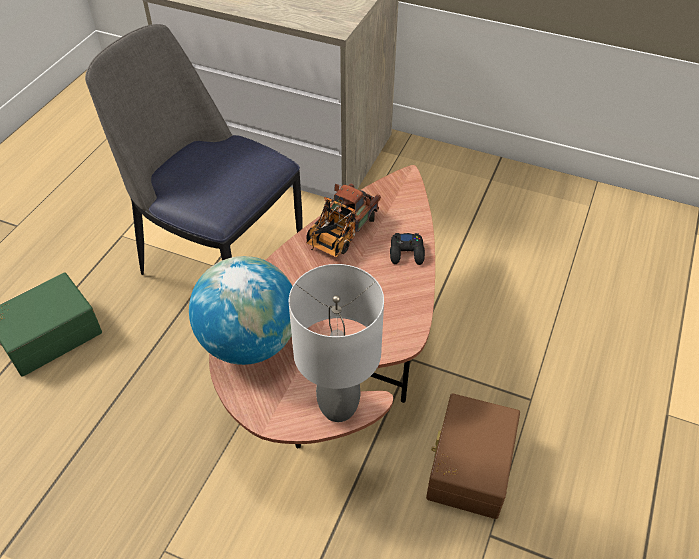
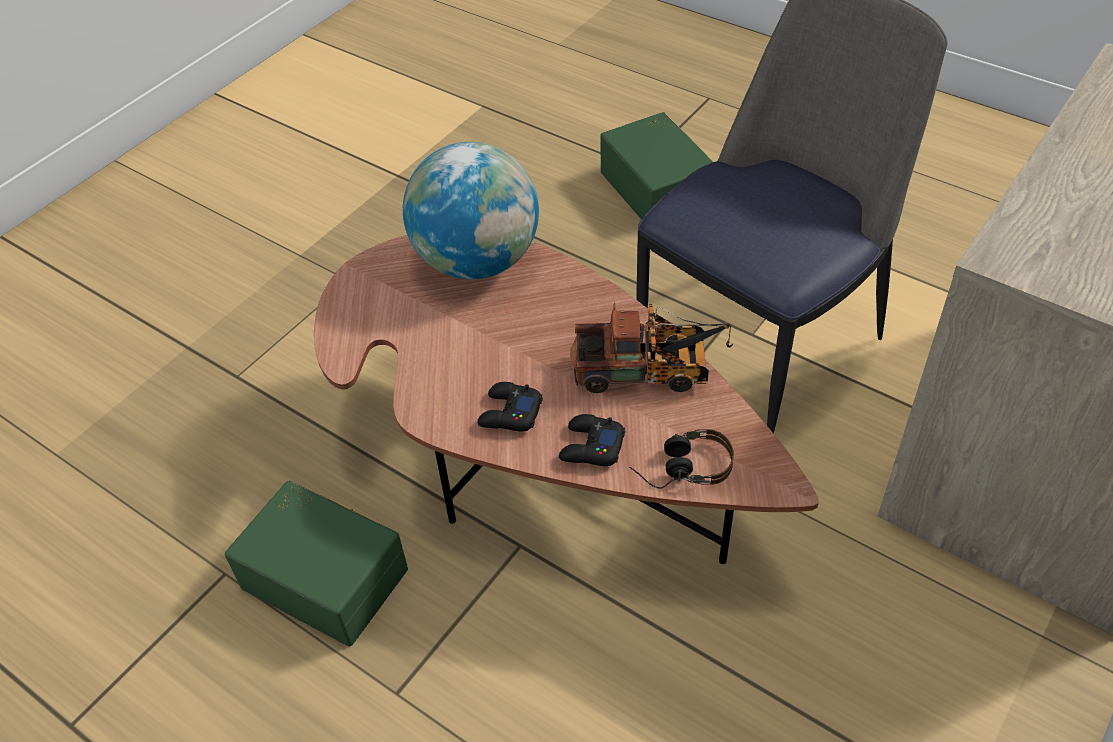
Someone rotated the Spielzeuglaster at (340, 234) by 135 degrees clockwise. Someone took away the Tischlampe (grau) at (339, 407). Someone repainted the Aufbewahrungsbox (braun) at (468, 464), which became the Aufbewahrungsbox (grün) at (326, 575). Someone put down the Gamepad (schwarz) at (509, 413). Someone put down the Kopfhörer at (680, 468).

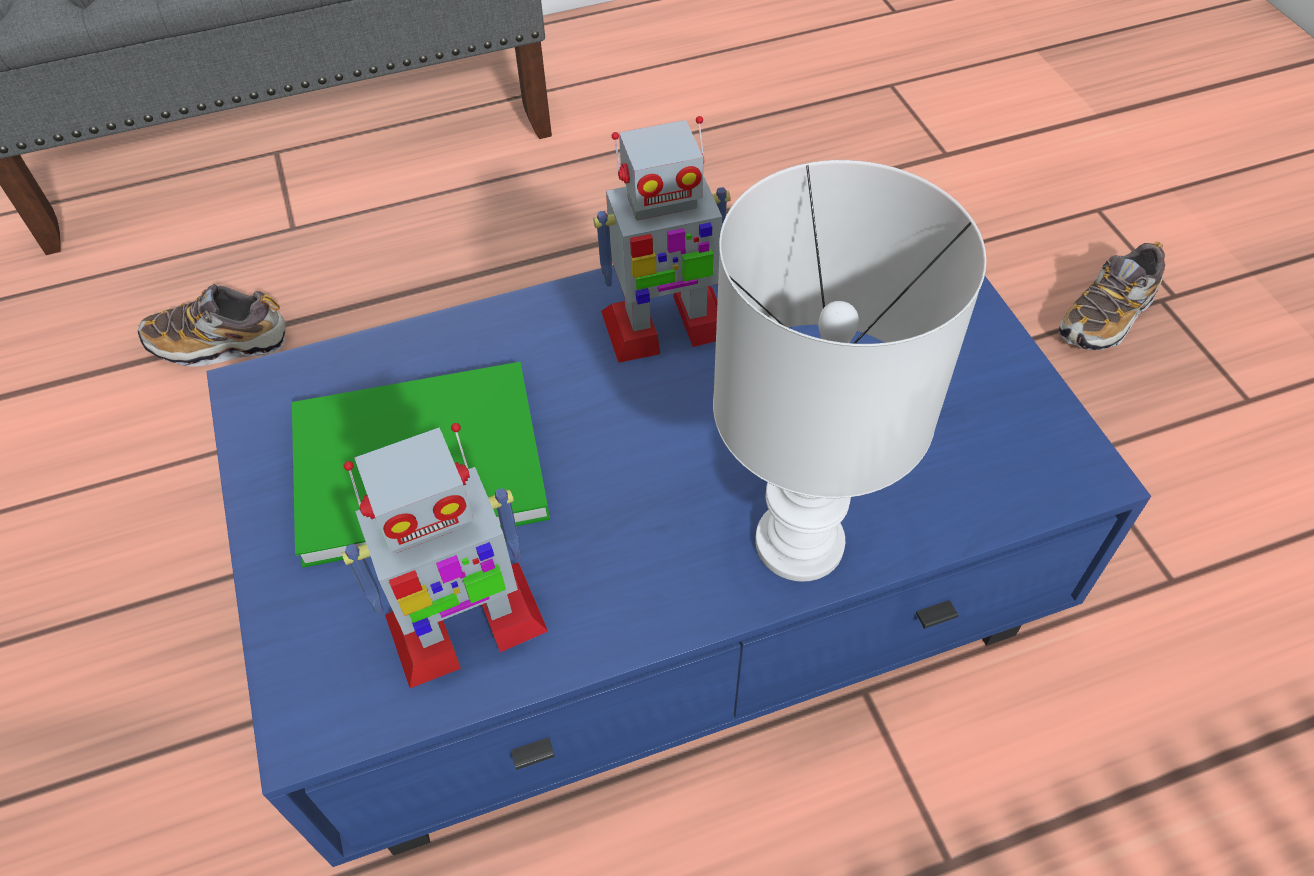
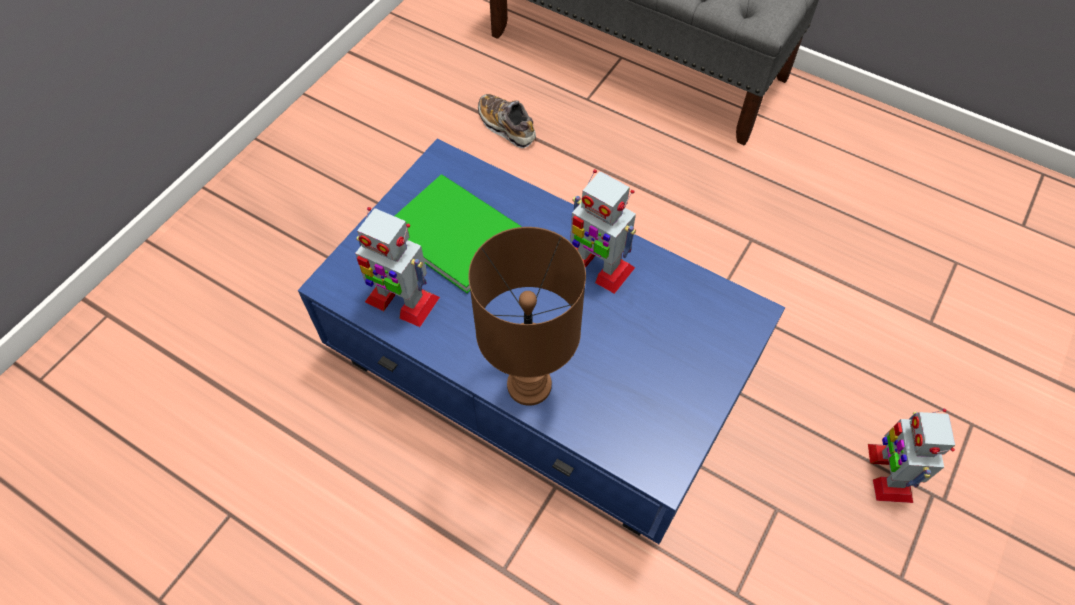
Someone repainted the Tischlampe (weiß) at (795, 542), which became the Tischlampe (braun) at (528, 383). Someone swapped the Schuh at (1106, 316) for the Spielzeugroboter at (889, 472).

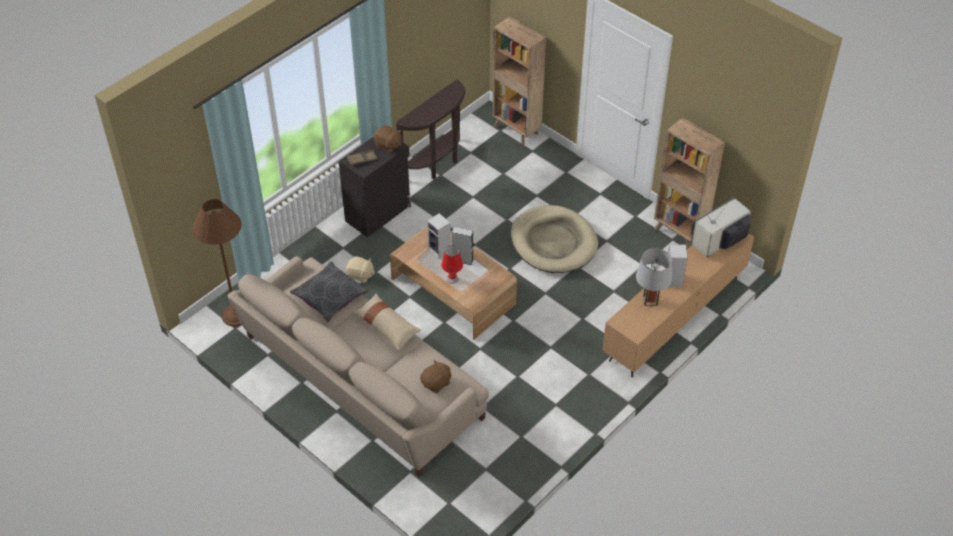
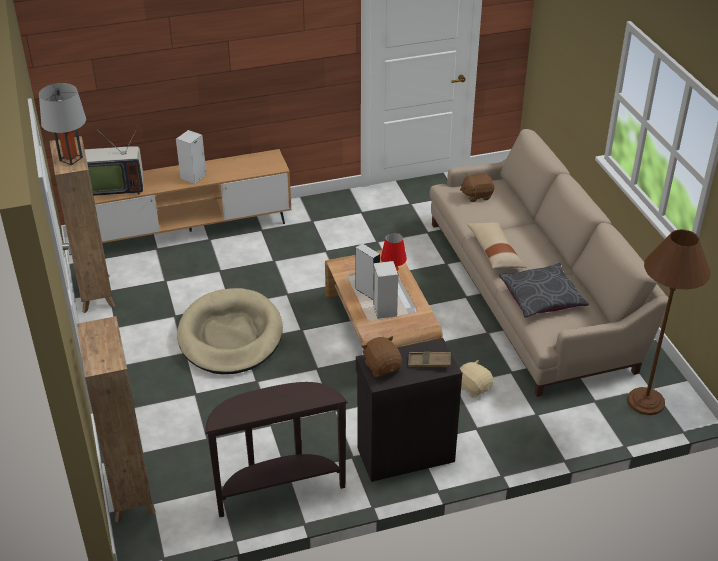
Someone carried the Tischlampe (grau) from (650, 300) to (71, 159).

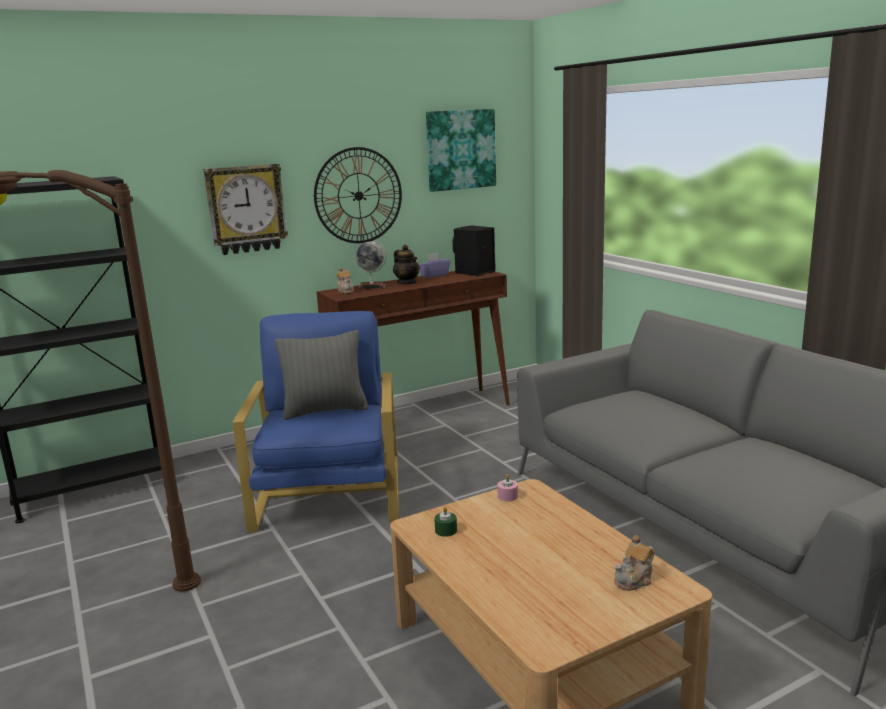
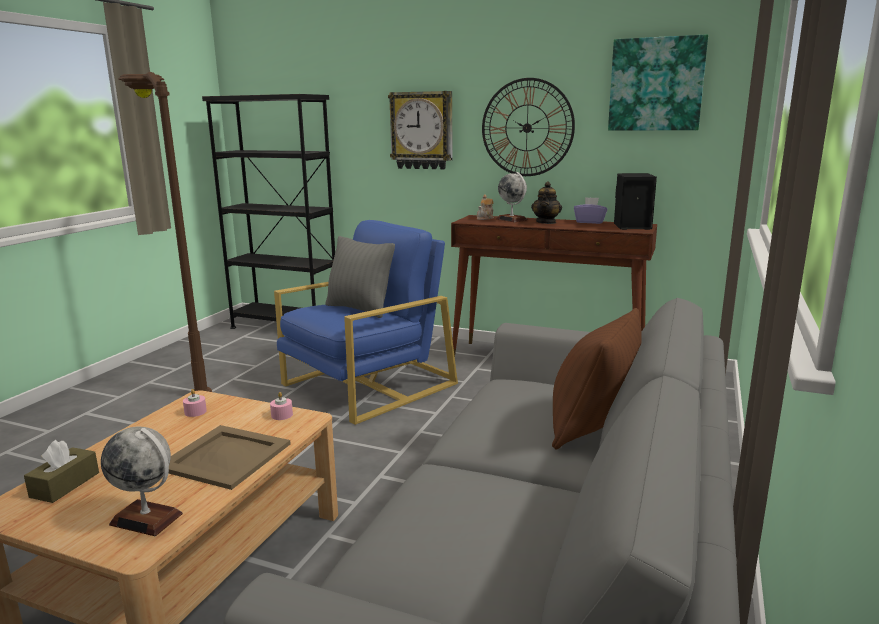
Someone repainted the Kerze (grün) at (446, 530), which became the Kerze (rosa) at (195, 412). Someone swapped the Teekanne at (634, 580) for the Globus at (147, 519). Someone put down the Kissen (braun) at (591, 427). Someone put down the Tablett (beige) at (225, 456). Someone put down the Taschentuchbox (braun) at (65, 485).

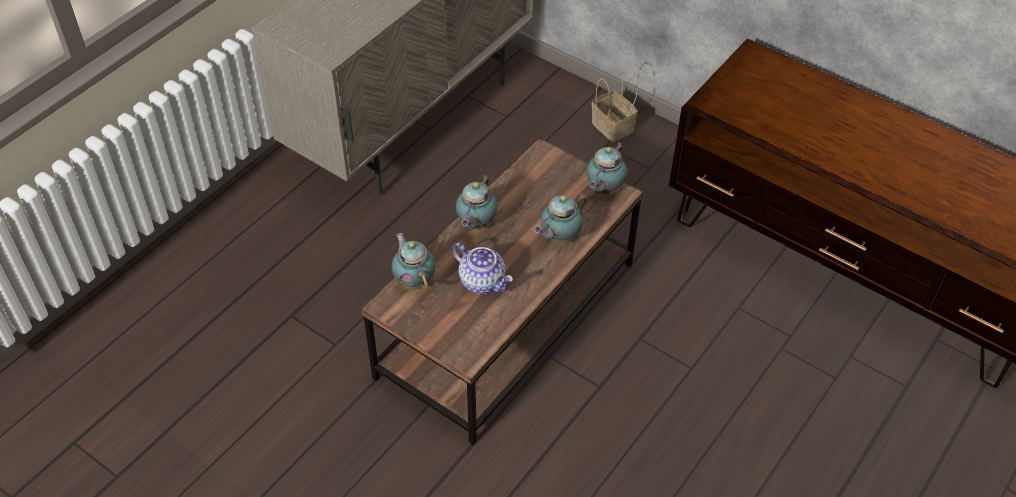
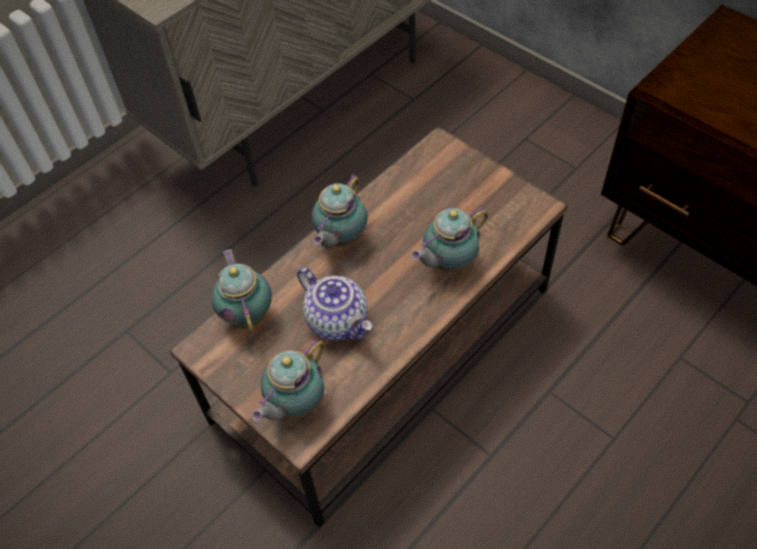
Someone took away the Korb at (614, 127). Someone carried the Teekanne from (603, 190) to (295, 404).

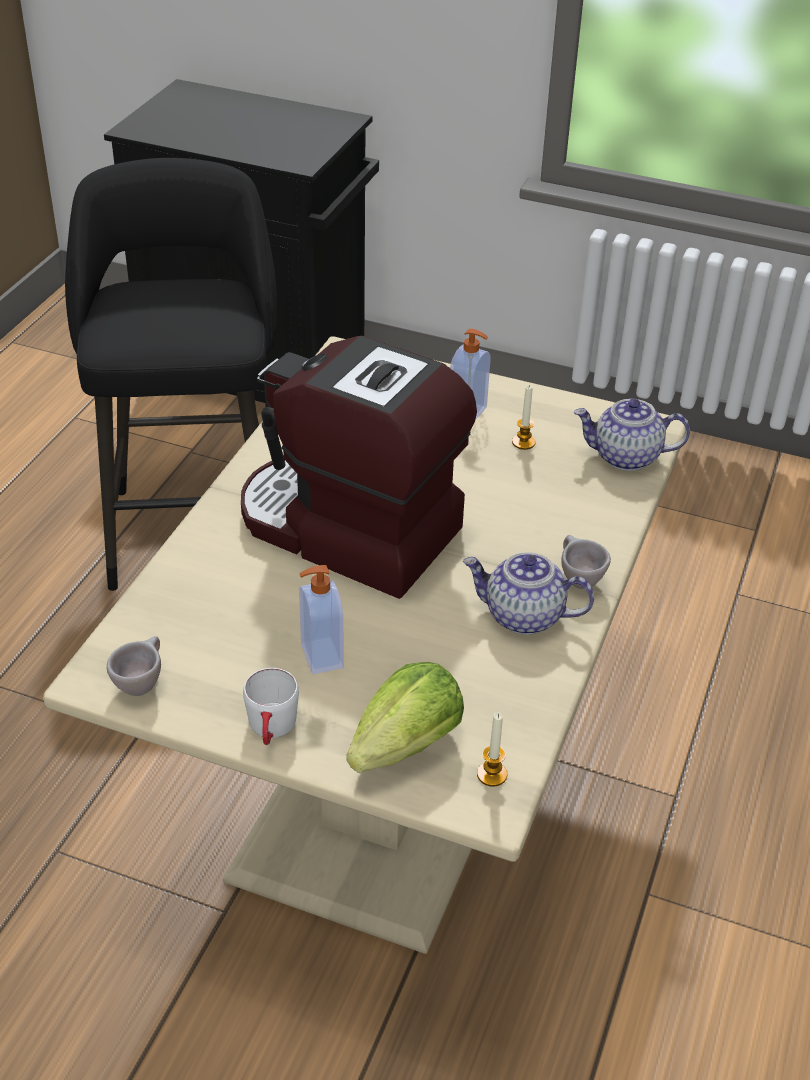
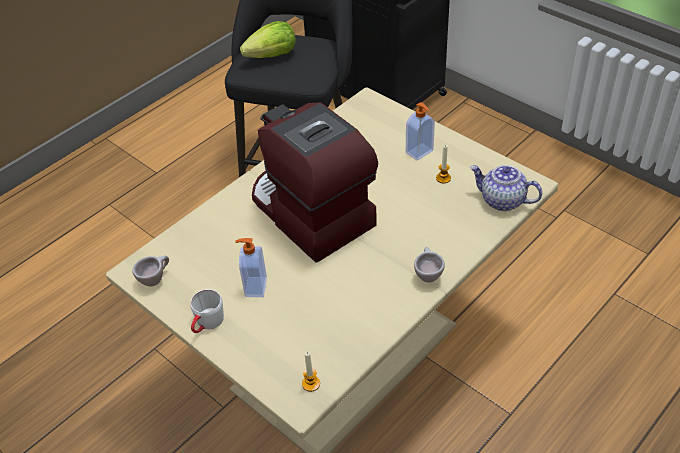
Someone took away the Teekanne at (523, 616). Someone carried the Salatkopf from (407, 745) to (272, 56).

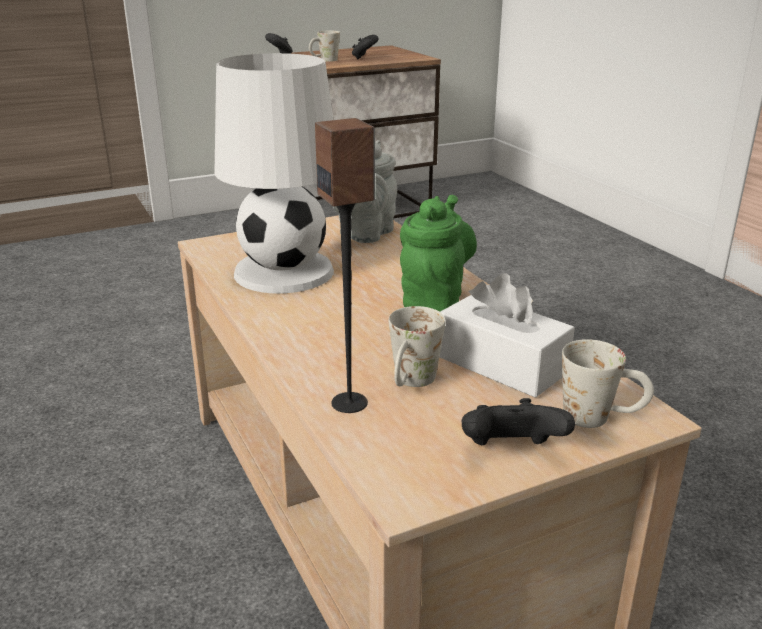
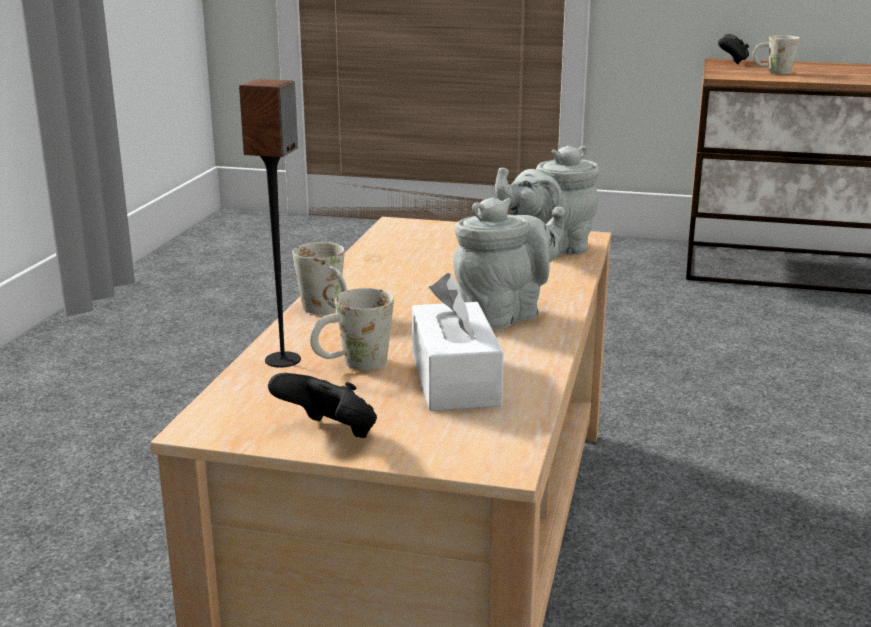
Someone took away the Gamepad (schwarz) at (364, 58). Someone took away the Tischlampe (weiß) at (282, 272). Someone repainted the Teekanne (grün) at (434, 298), which became the Teekanne (grau) at (505, 315). Someone carried the Henkelbecher (weiß) from (600, 417) to (328, 311).

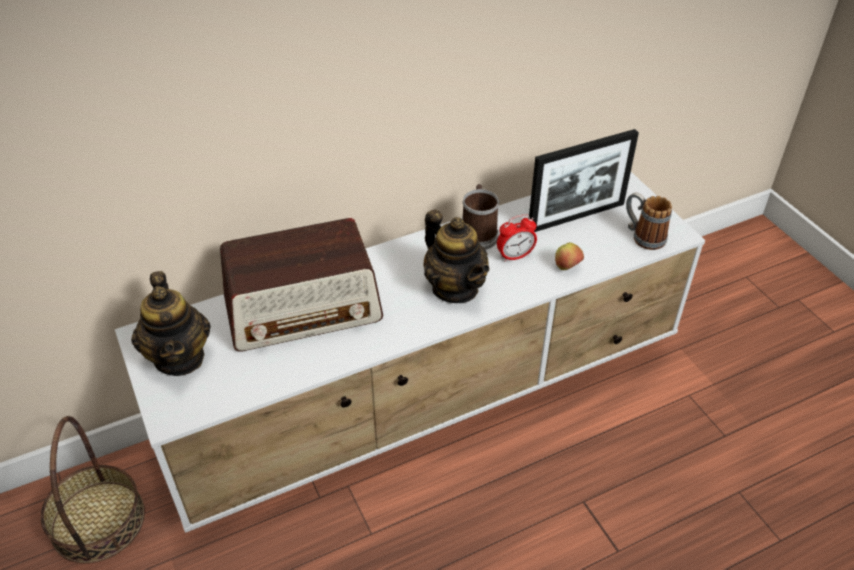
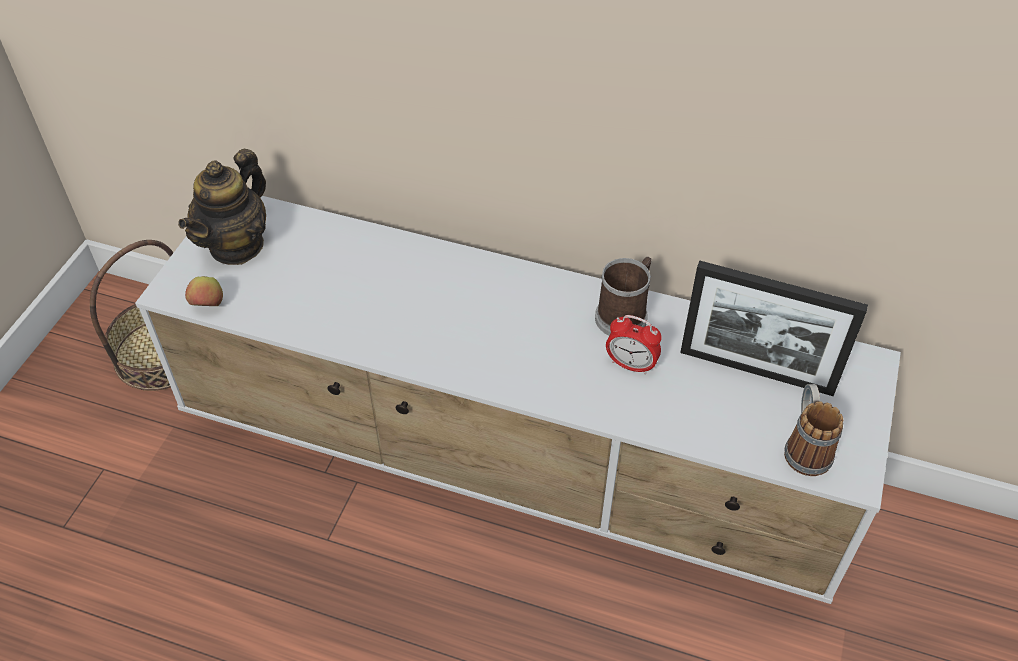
Someone took away the Teekanne at (455, 288). Someone took away the Radio at (304, 309). Someone carried the Apfel from (567, 267) to (208, 305).

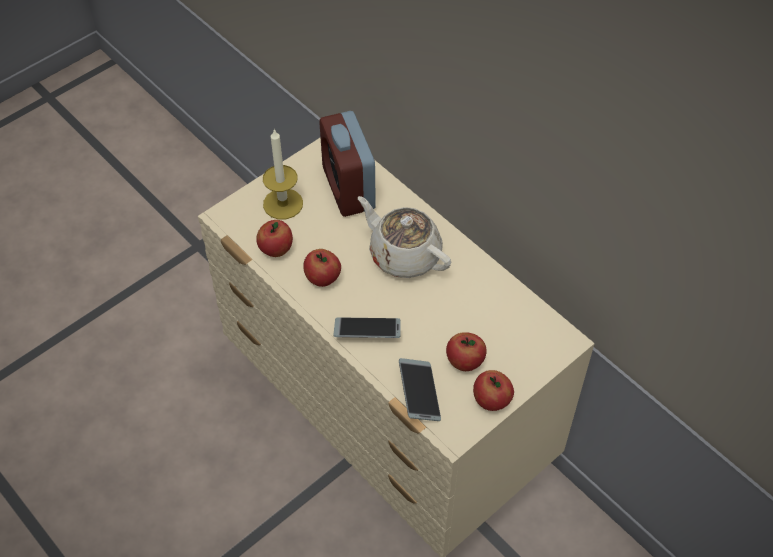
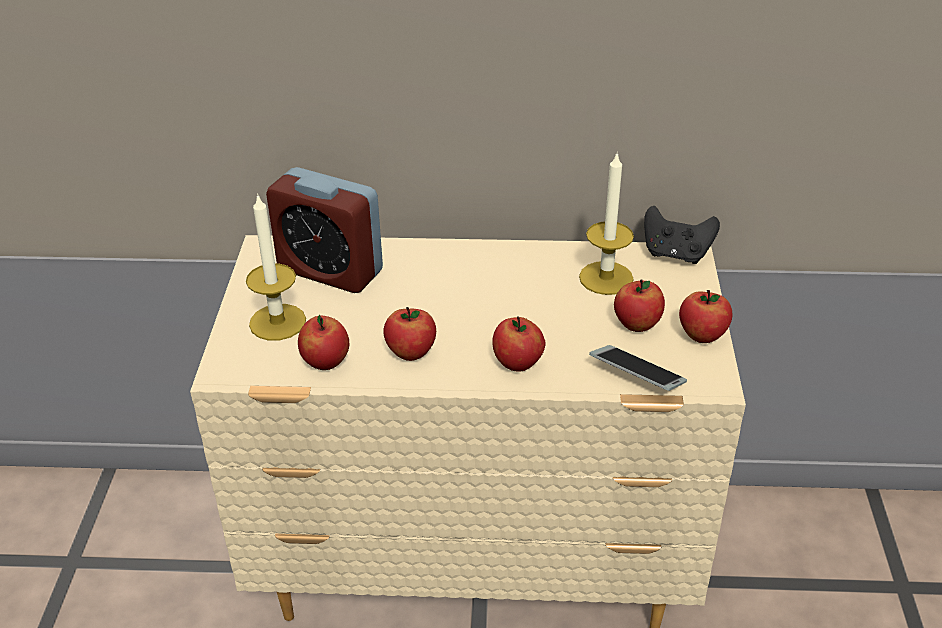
Someone took away the Teekanne (beige) at (404, 255). Someone swapped the Handy at (367, 332) for the Apfel at (518, 363). Someone put down the Kerze at (606, 278). Someone put down the Gamepad (schwarz) at (676, 254).

